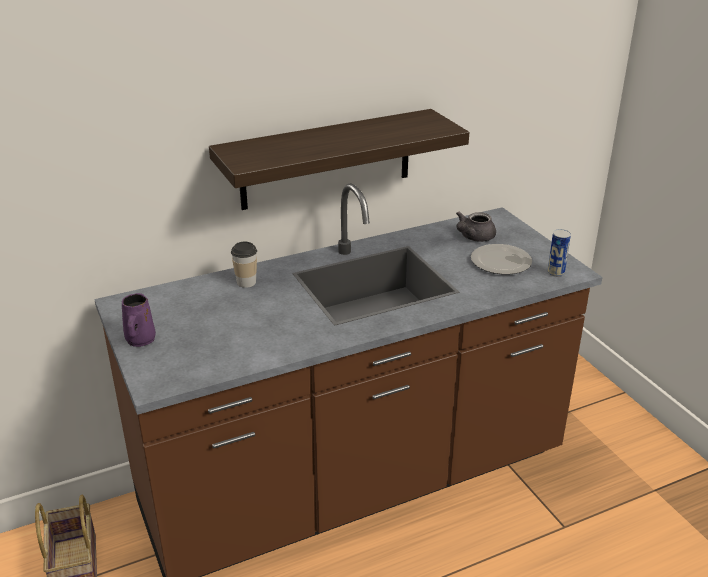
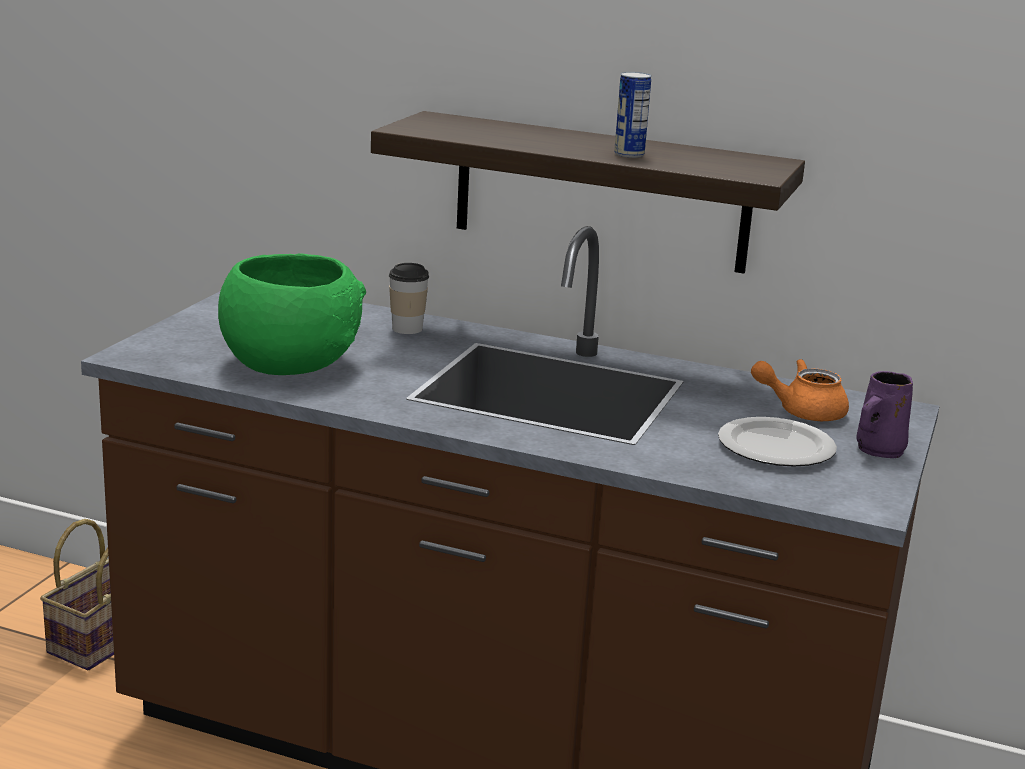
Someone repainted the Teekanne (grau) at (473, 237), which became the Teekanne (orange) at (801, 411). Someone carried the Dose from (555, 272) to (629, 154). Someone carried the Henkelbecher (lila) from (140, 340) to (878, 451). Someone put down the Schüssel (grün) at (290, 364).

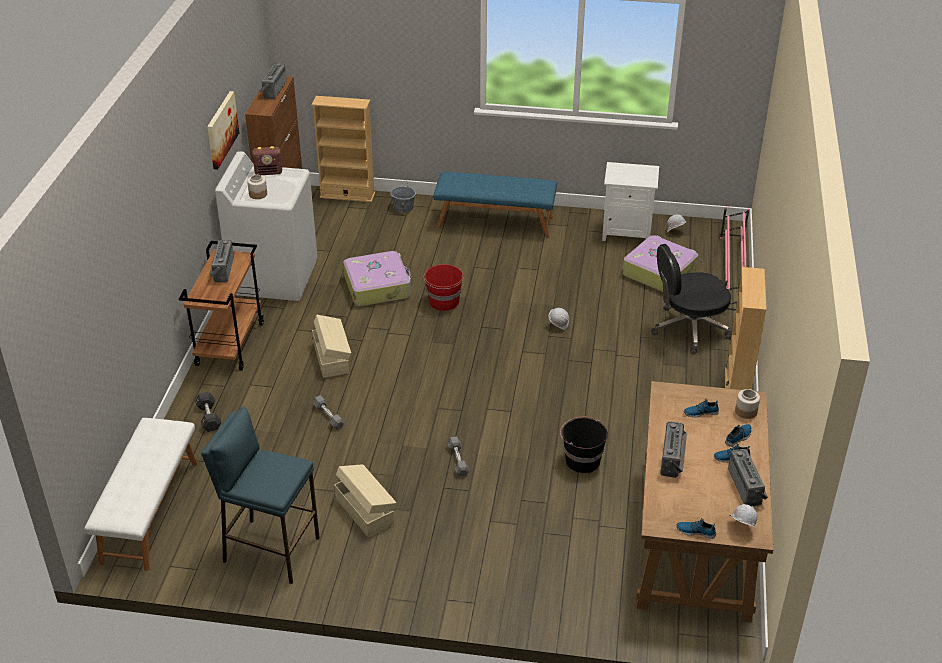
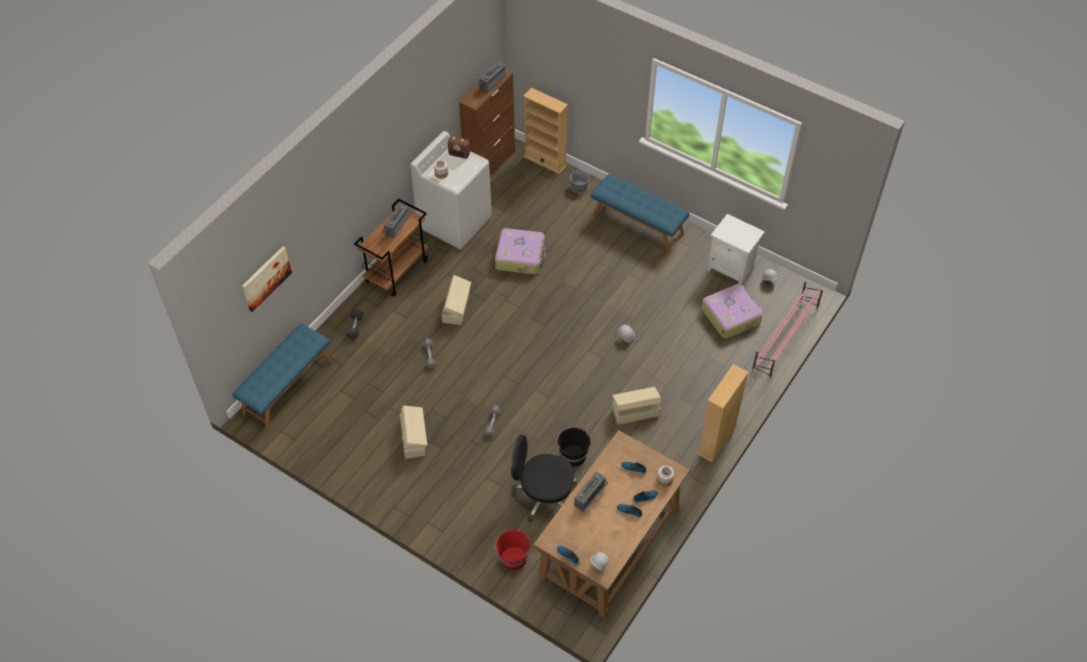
Someone carried the Bild from (221, 129) to (266, 278). Someone carried the Bürostuhl (schwarz) from (688, 329) to (543, 495). Someone carried the Eimer (rot) from (444, 302) to (513, 559). Someone took away the Hocker (blau) at (271, 550). Someone repainted the Bank (weiß) at (149, 511), which became the Bank (blau) at (287, 386). Someone took away the Radio at (747, 487). Someone put down the Aufbewahrungsbox (beige) at (635, 411).

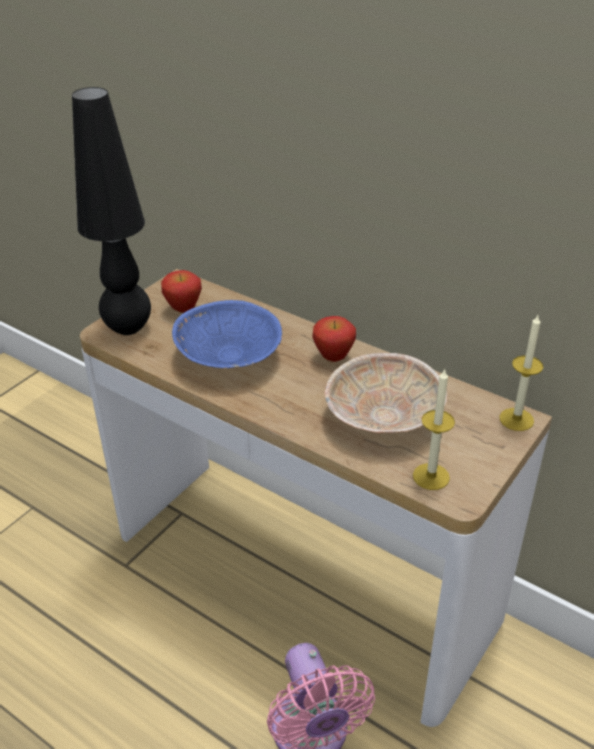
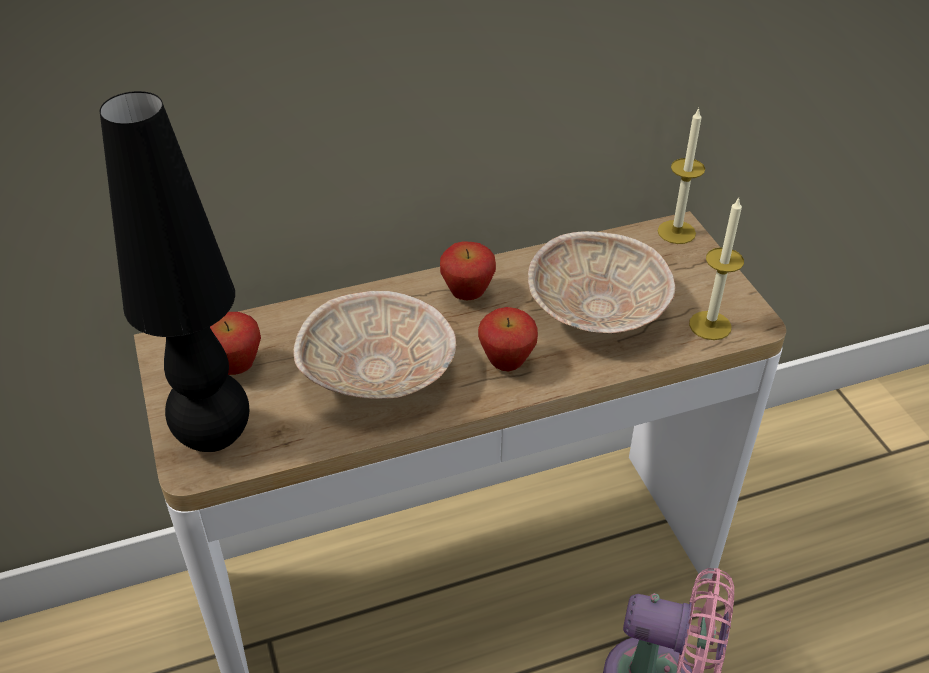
Someone repainted the Schüssel (blau) at (229, 357), which became the Schüssel (beige) at (379, 373). Someone put down the Apfel at (506, 364).

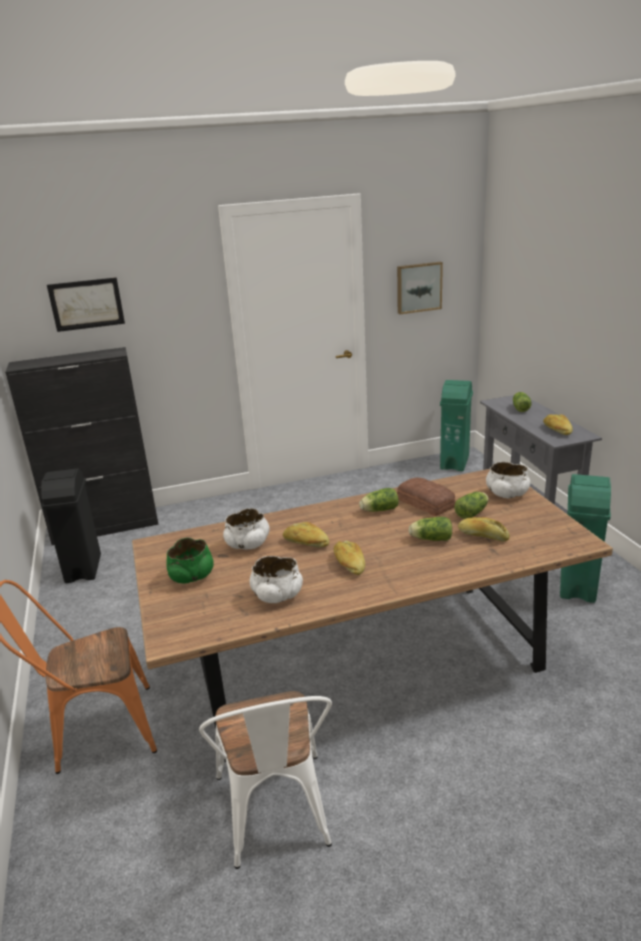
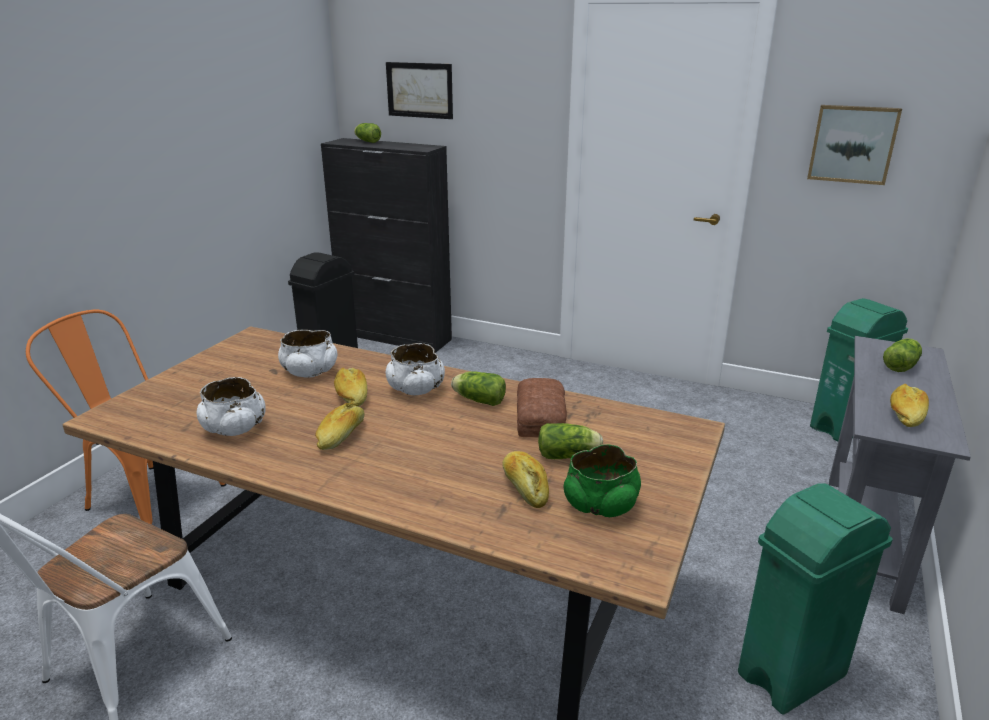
Someone carried the Schüssel (weiß) from (506, 493) to (416, 389). Someone carried the Salatkopf from (430, 539) to (367, 141). Someone carried the Schüssel (grün) from (191, 576) to (600, 505).

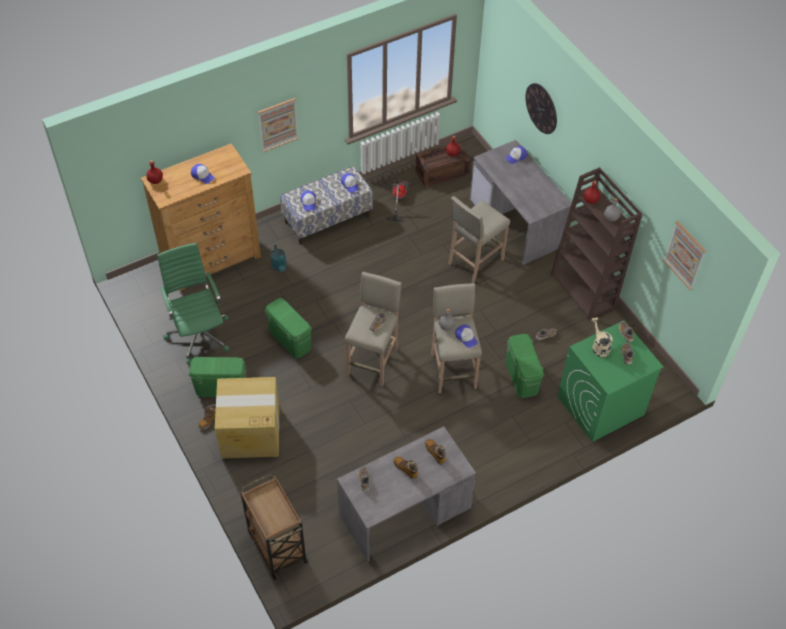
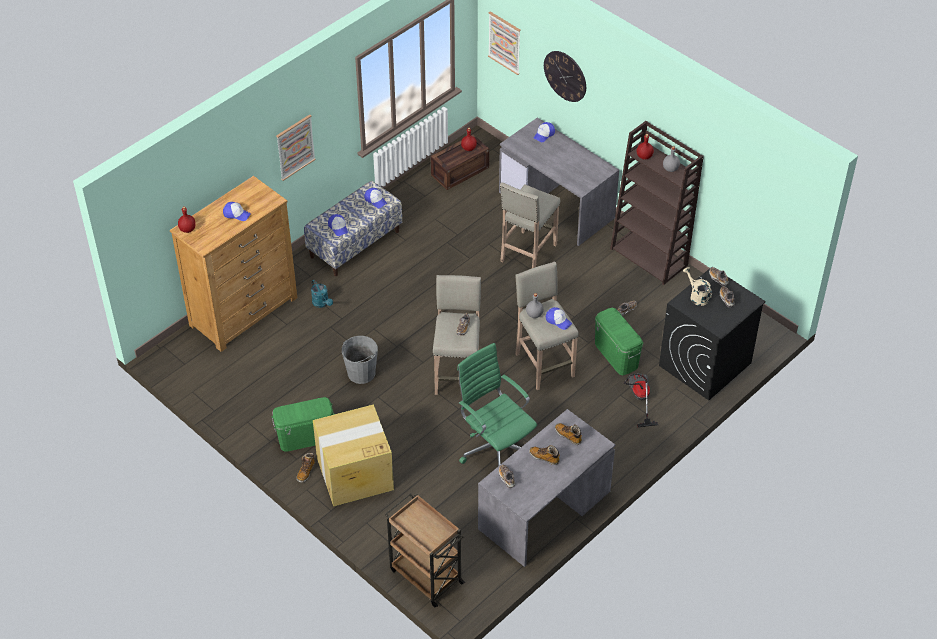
Someone carried the Staubsauger from (397, 199) to (638, 399). Someone carried the Bild from (685, 255) to (504, 42). Someone carried the Bürostuhl (grün) from (199, 334) to (496, 448). Someone swapped the Aufbewahrungsbox (grün) at (290, 339) for the Eimer (grau) at (361, 373). Someone repainted the Waschmaschine (grün) at (600, 406), which became the Waschmaschine (schwarz) at (704, 364).

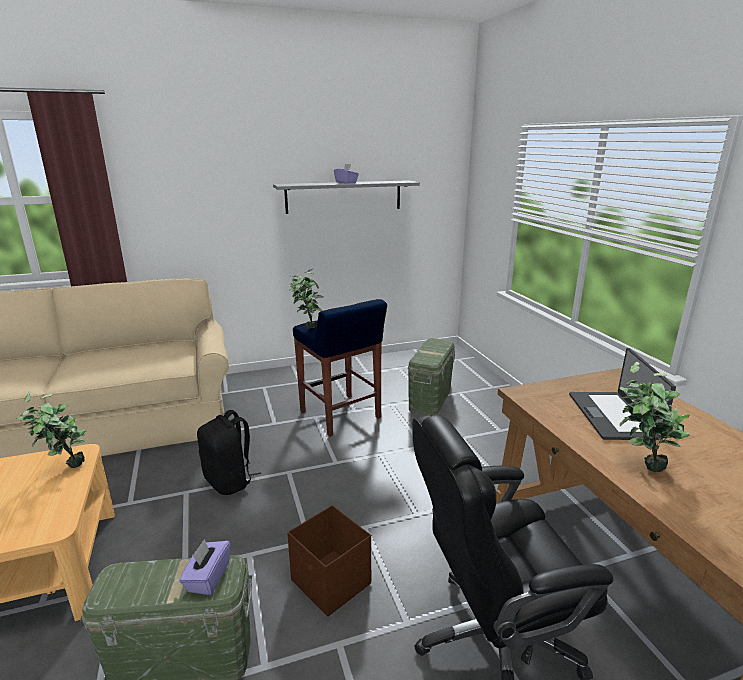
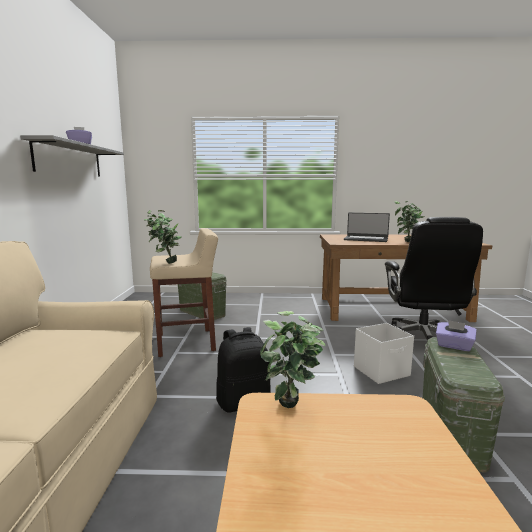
Someone repainted the Hocker (blau) at (340, 415), which became the Hocker (beige) at (187, 342). Someone repainted the Aufbewahrungsbox (braun) at (331, 583), which became the Aufbewahrungsbox (weiß) at (382, 371).

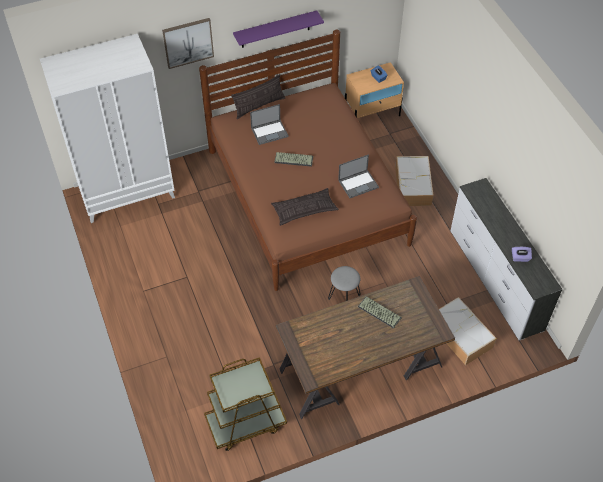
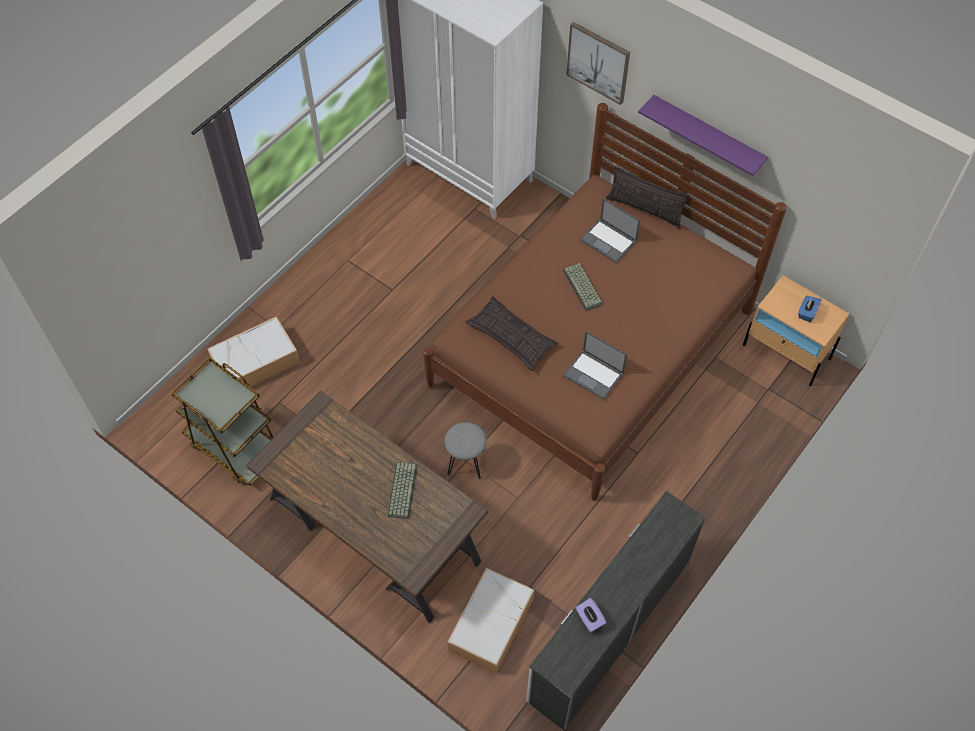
Someone carried the Aufbewahrungsbox from (413, 186) to (254, 362).

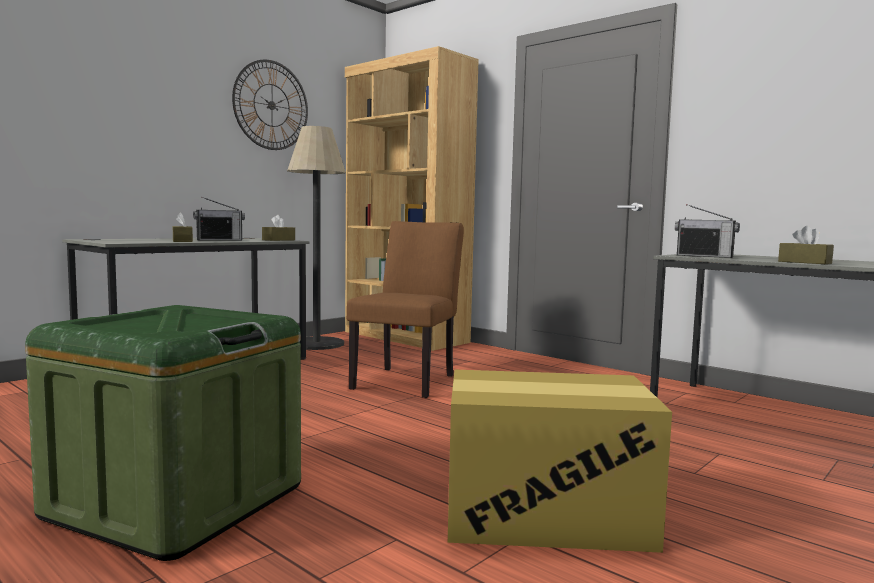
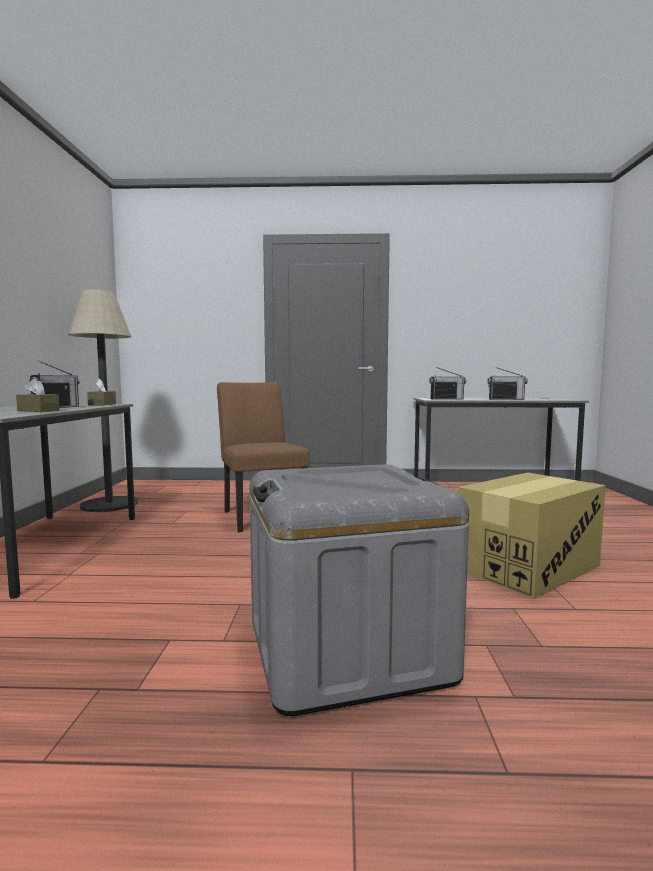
Someone took away the Bücherregal (braun) at (405, 337). Someone took away the Wanduhr at (271, 105). Someone swapped the Taschentuchbox (braun) at (804, 262) for the Radio at (506, 399). Someone repainted the Aufbewahrungsbox (grün) at (177, 501), which became the Aufbewahrungsbox (grau) at (347, 649).

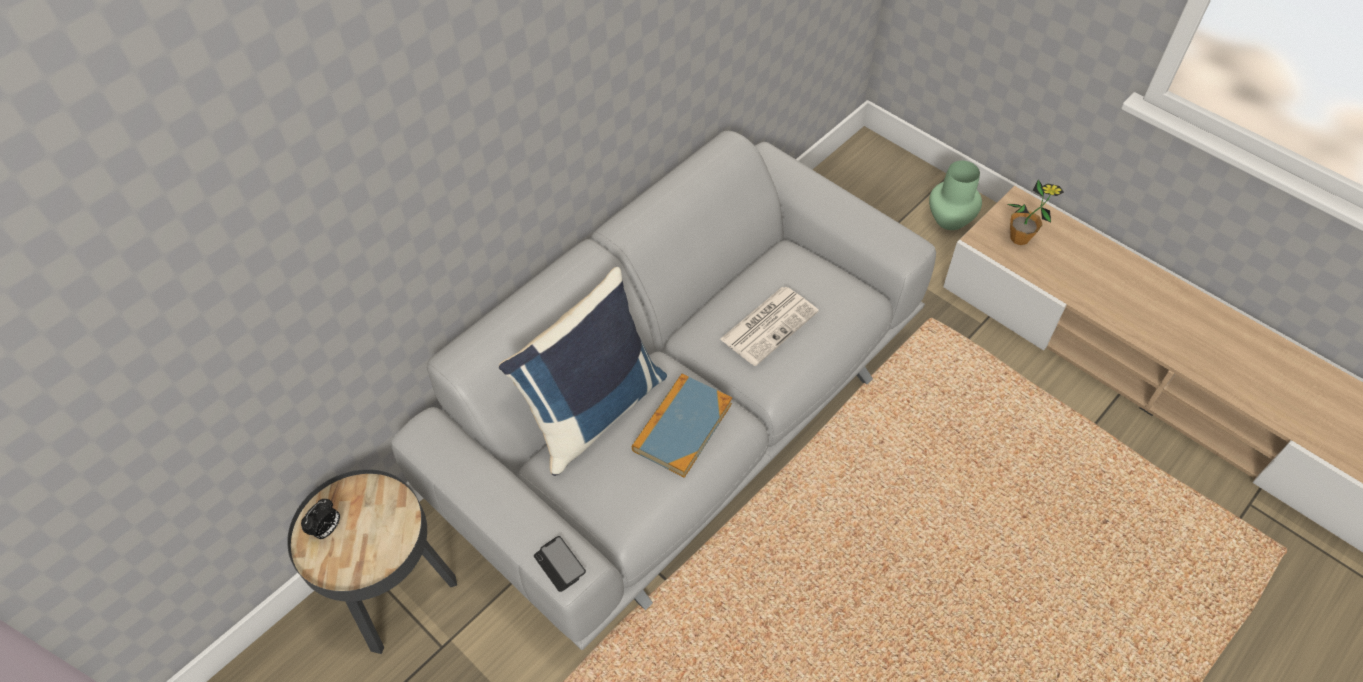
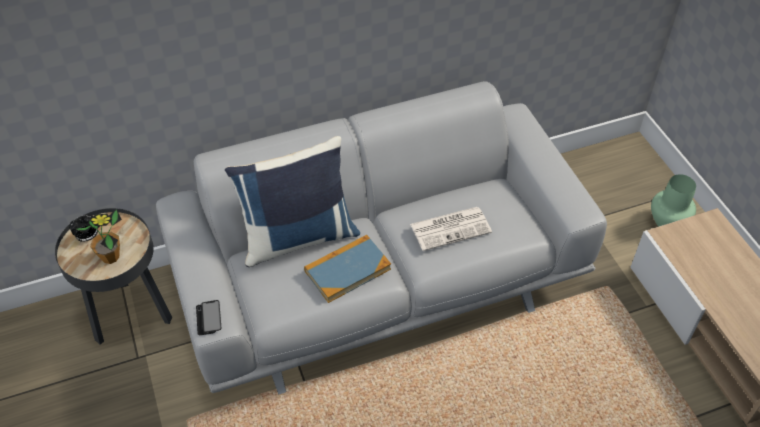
Someone carried the Topfpflanze from (1019, 238) to (110, 257).

